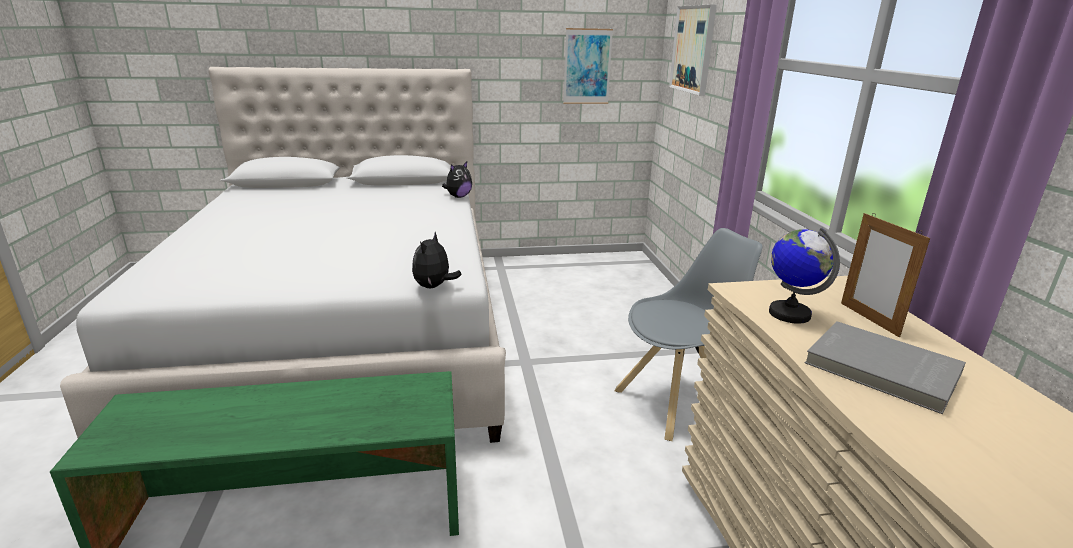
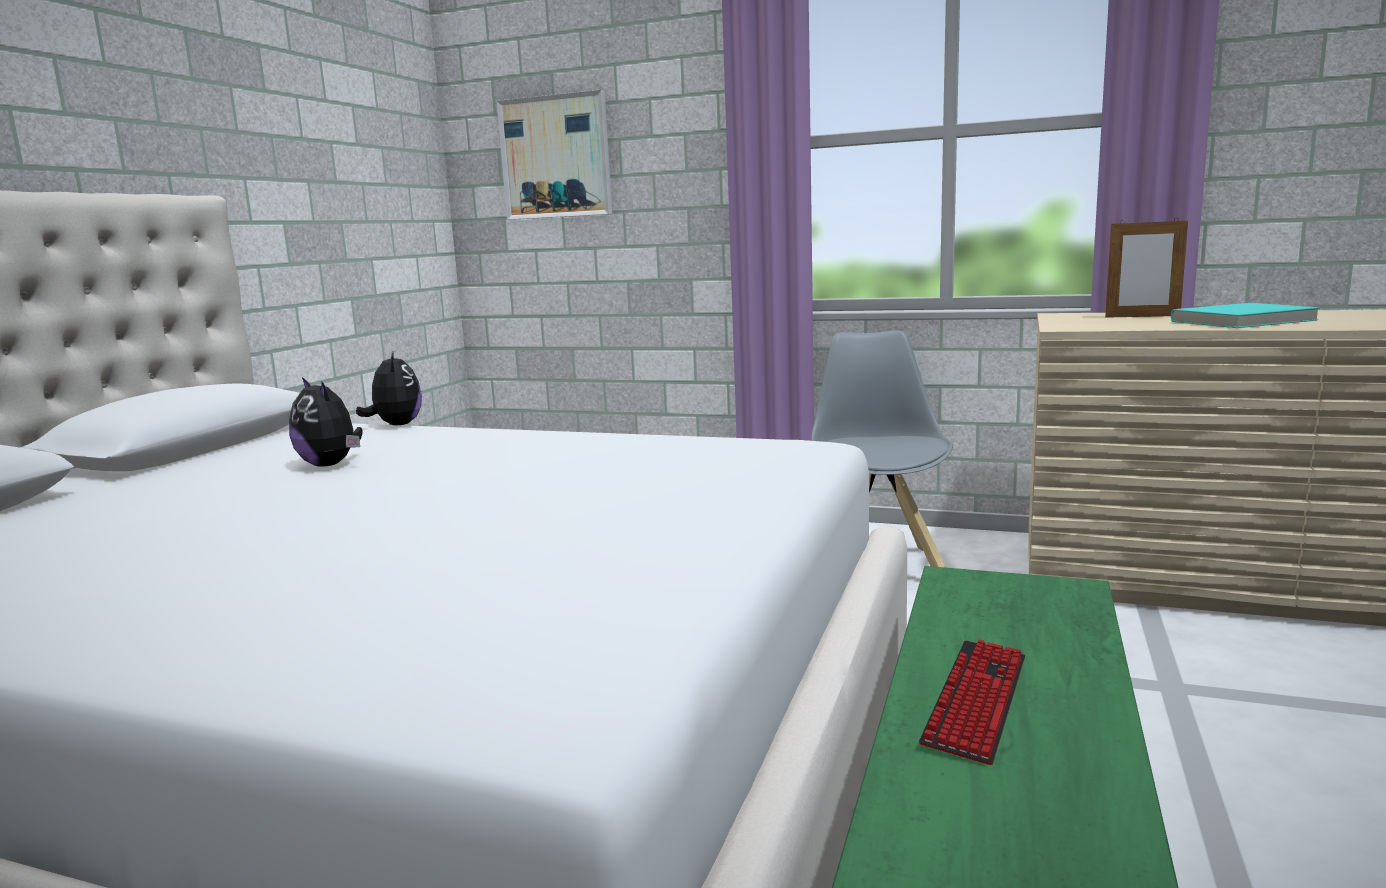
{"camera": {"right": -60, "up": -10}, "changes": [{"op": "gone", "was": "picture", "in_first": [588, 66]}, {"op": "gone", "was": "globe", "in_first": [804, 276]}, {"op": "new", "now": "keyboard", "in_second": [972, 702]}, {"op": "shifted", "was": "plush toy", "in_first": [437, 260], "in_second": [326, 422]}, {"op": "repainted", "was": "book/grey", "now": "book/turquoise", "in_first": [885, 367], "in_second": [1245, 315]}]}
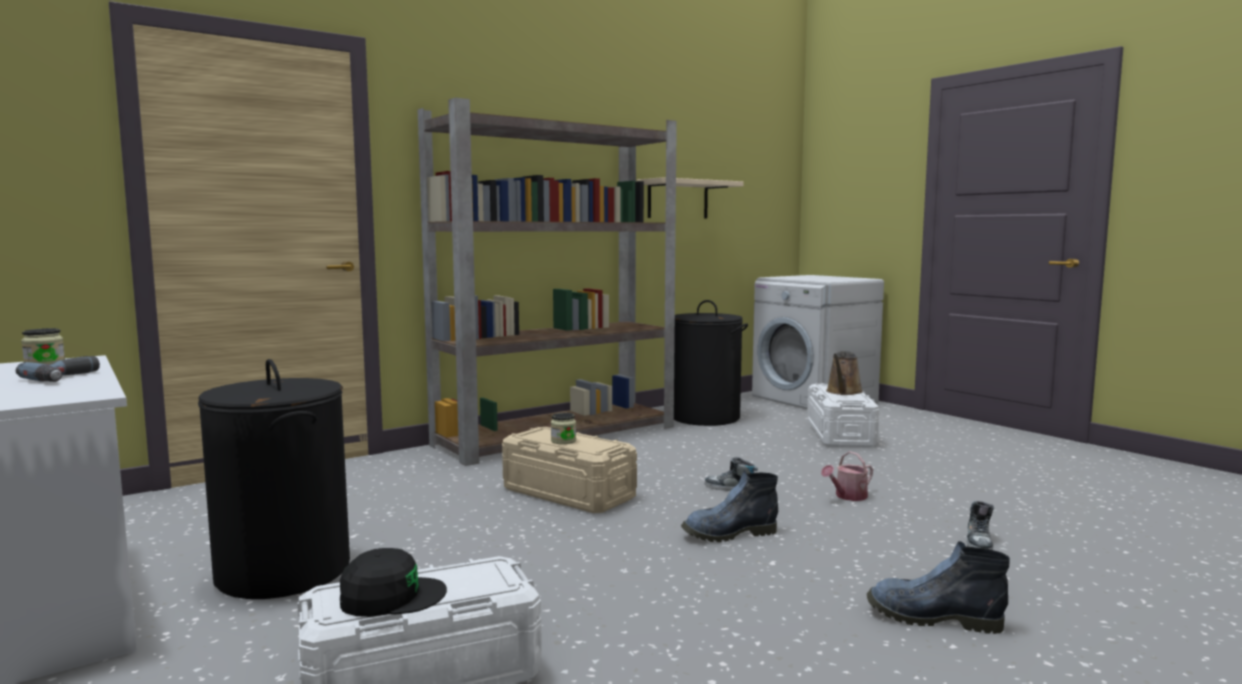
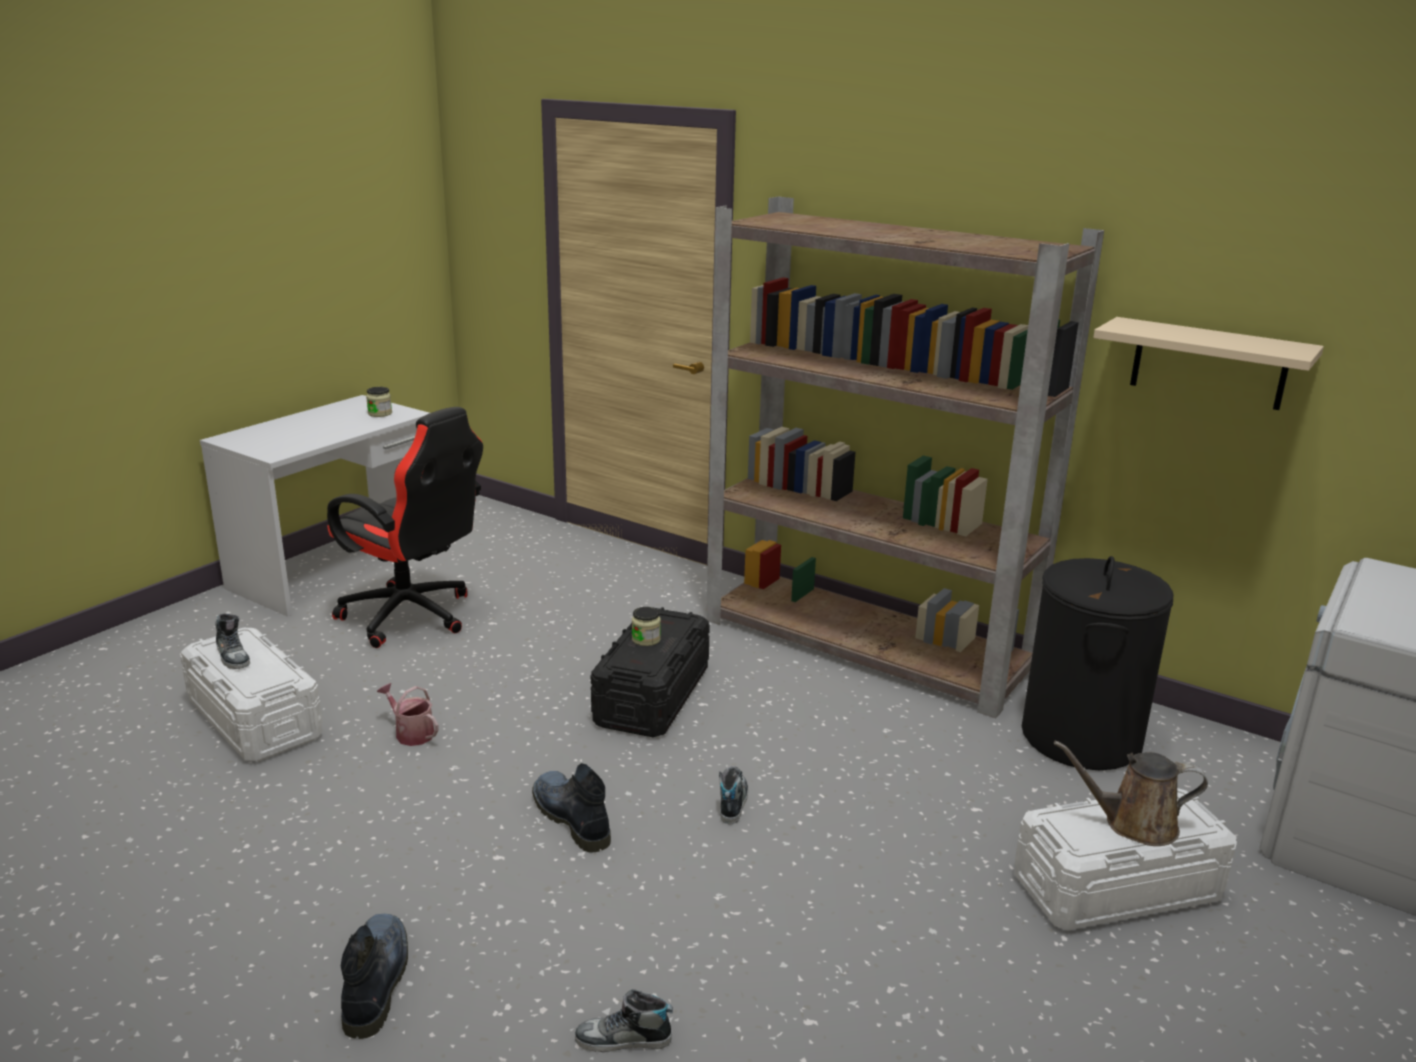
{"camera": {"right": 70, "up": 15}, "changes": [{"op": "gone", "was": "power drill", "in_first": [58, 369]}, {"op": "shifted", "was": "watering can", "in_first": [847, 476], "in_second": [408, 714]}, {"op": "swapped", "was": "laundry basket/black", "now": "office chair/black", "in_first": [274, 479], "in_second": [405, 527]}, {"op": "swapped", "was": "cap/black", "now": "shoe", "in_first": [393, 582], "in_second": [232, 641]}, {"op": "repainted", "was": "storage box/beige", "now": "storage box/black", "in_first": [569, 470], "in_second": [650, 672]}]}
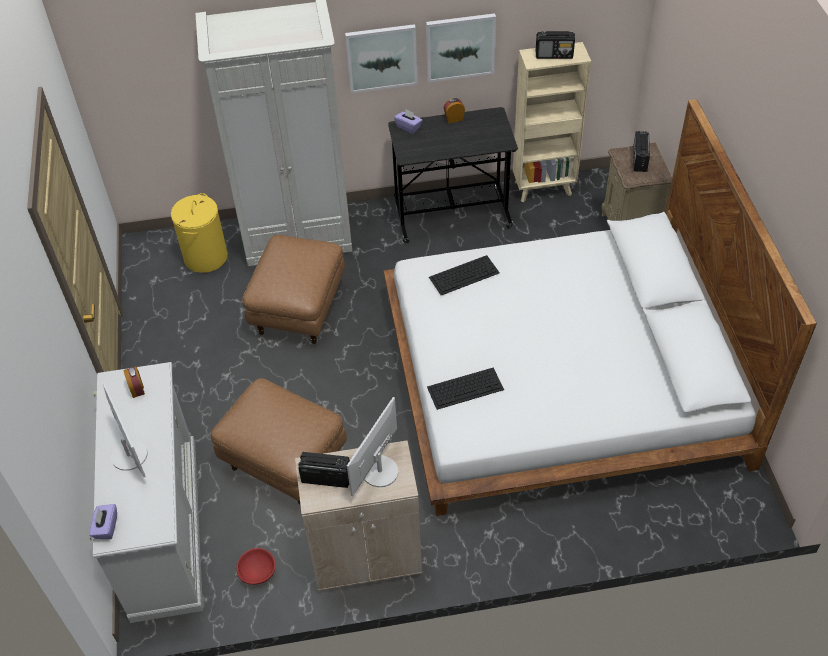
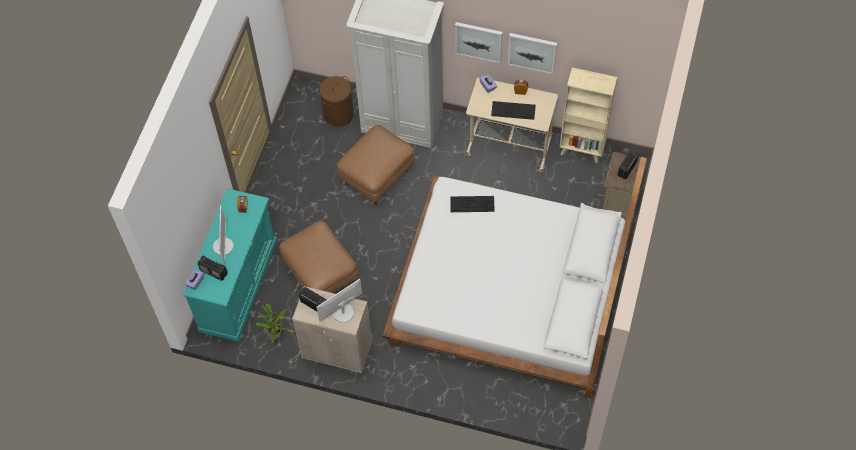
{"camera": {"right": 25, "up": 10}, "changes": [{"op": "shifted", "was": "keyboard", "in_first": [465, 388], "in_second": [513, 110]}, {"op": "shifted", "was": "radio", "in_first": [555, 45], "in_second": [212, 268]}, {"op": "swapped", "was": "bowl/red", "now": "potted plant", "in_first": [256, 566], "in_second": [275, 323]}, {"op": "repainted", "was": "dresser/white", "now": "dresser/turquoise", "in_first": [146, 492], "in_second": [230, 265]}, {"op": "repainted", "was": "laundry basket/yellow", "now": "laundry basket/brown", "in_first": [199, 233], "in_second": [337, 101]}, {"op": "repainted", "was": "desk/black", "now": "desk/beige", "in_first": [453, 175], "in_second": [512, 124]}]}
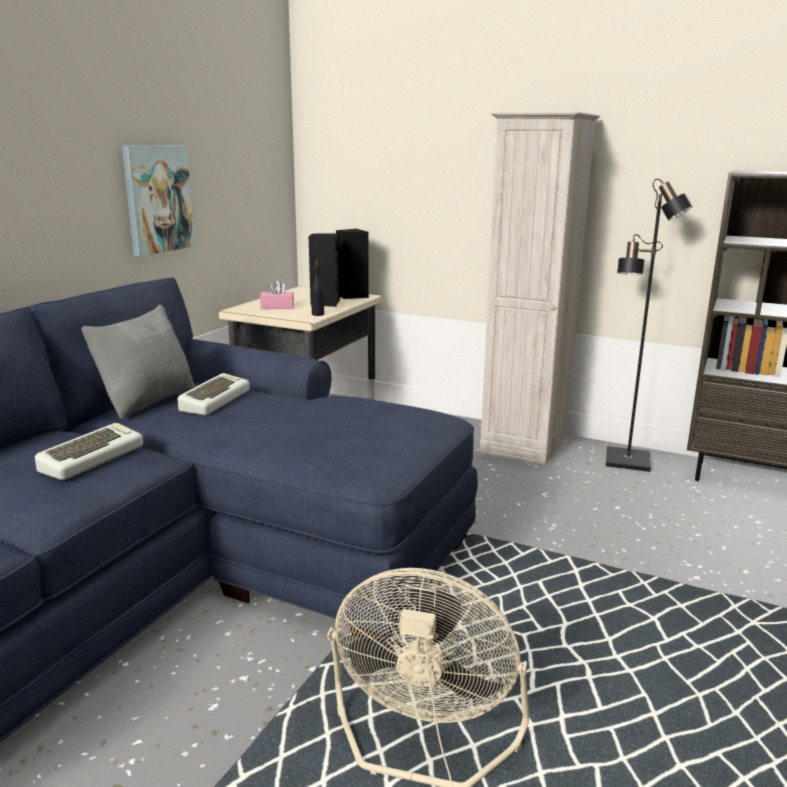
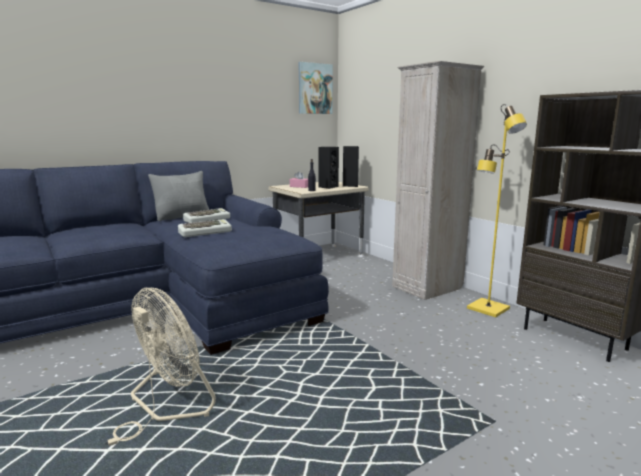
{"camera": {"right": 30, "up": -5}, "changes": [{"op": "shifted", "was": "keyboard", "in_first": [89, 451], "in_second": [205, 228]}, {"op": "shifted", "was": "picture", "in_first": [158, 201], "in_second": [316, 88]}, {"op": "repainted", "was": "floor lamp/black", "now": "floor lamp/yellow", "in_first": [649, 325], "in_second": [497, 210]}]}
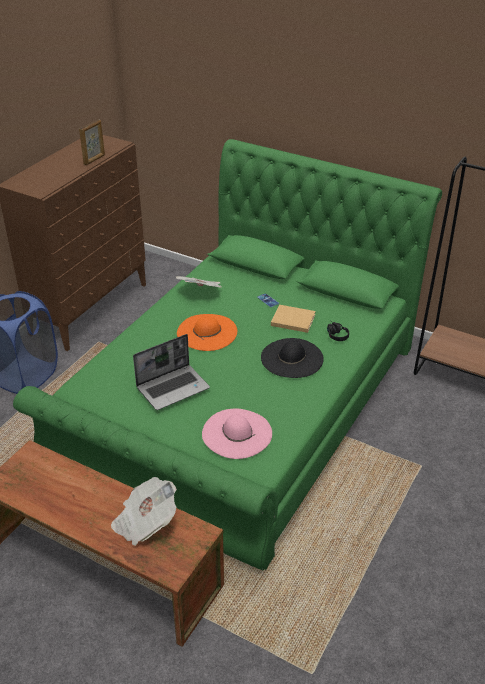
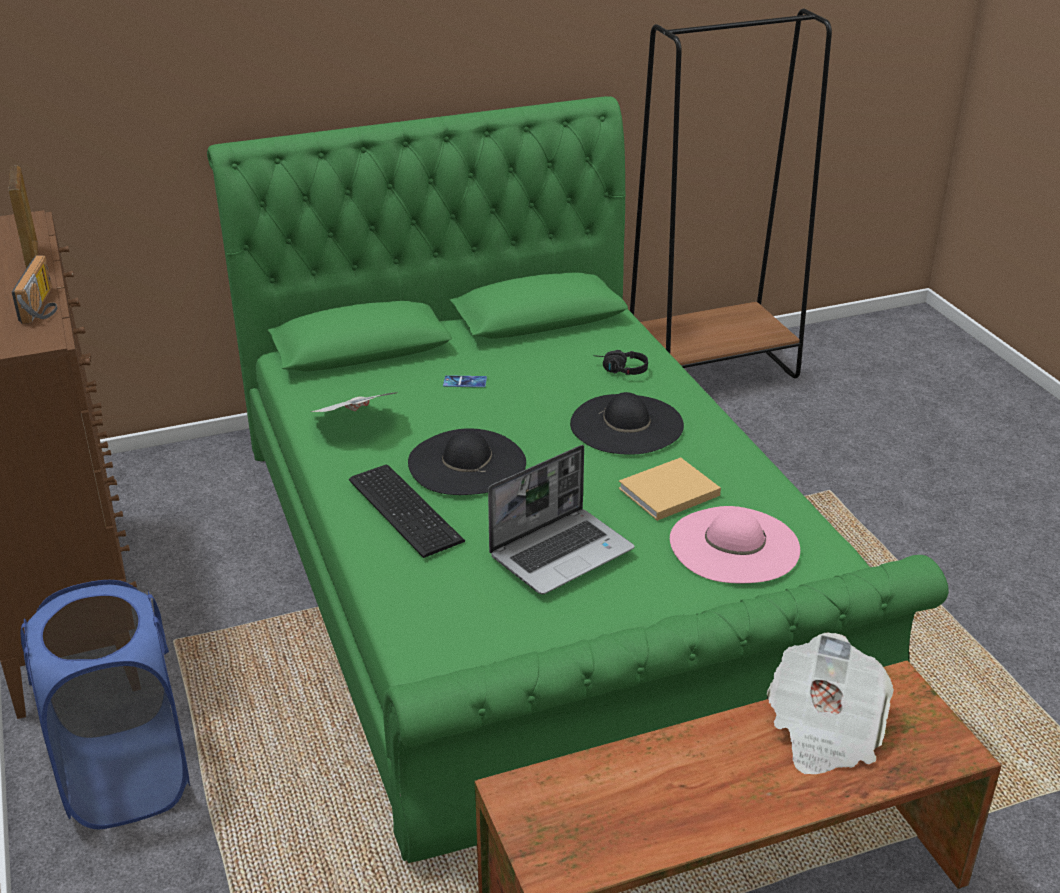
{"camera": {"right": -50, "up": -5}, "changes": [{"op": "new", "now": "radio", "in_second": [34, 290]}, {"op": "new", "now": "keyboard", "in_second": [407, 511]}, {"op": "shifted", "was": "book/beige", "in_first": [293, 319], "in_second": [669, 489]}, {"op": "repainted", "was": "hat/orange", "now": "hat/black", "in_first": [207, 332], "in_second": [467, 461]}, {"op": "rotated", "was": "laptop", "in_first": [171, 372], "in_second": [561, 519], "clockwise": 45}]}
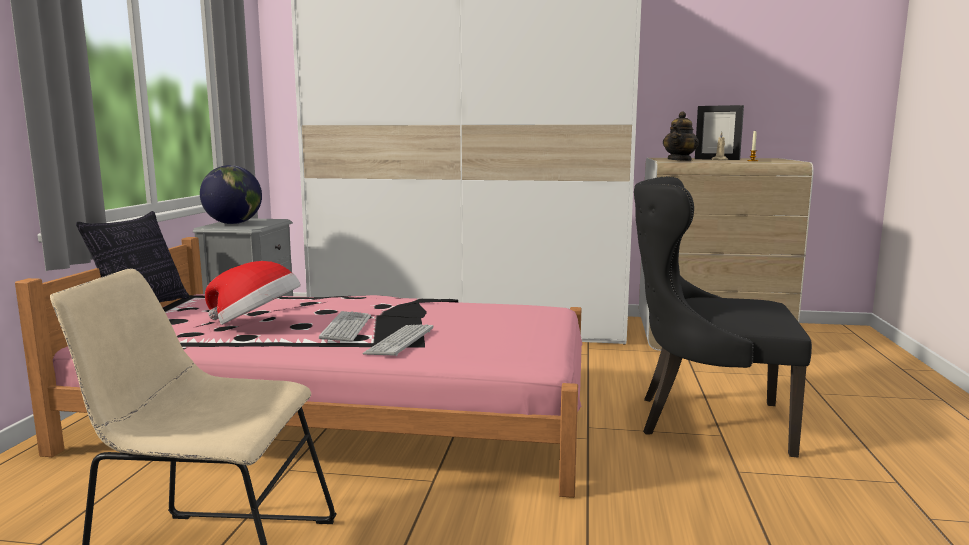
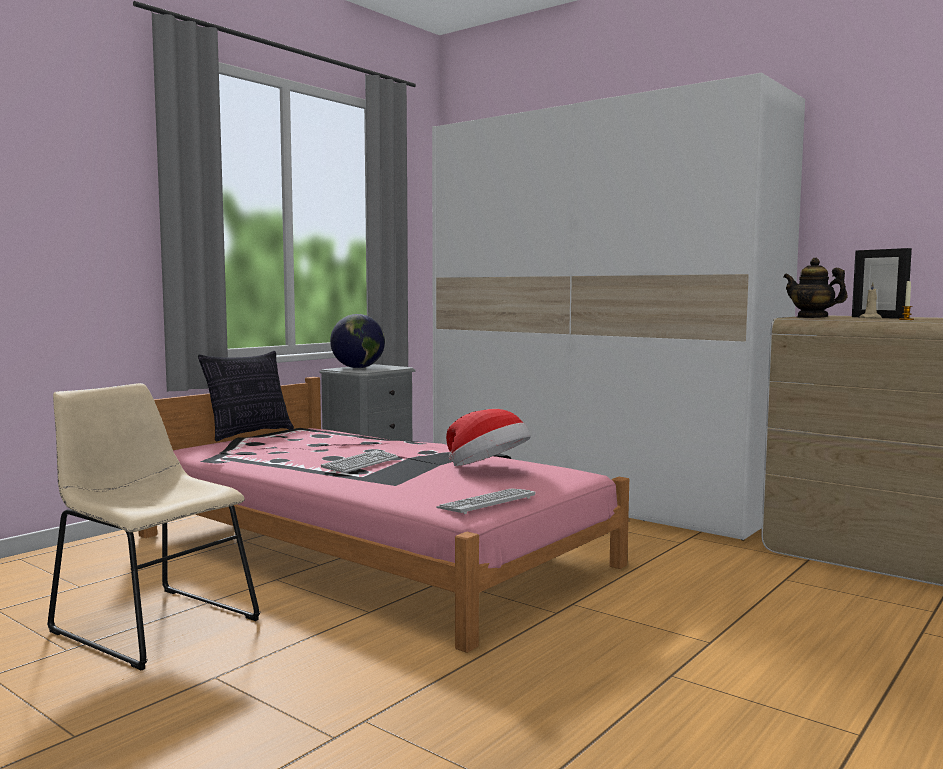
{"camera": {"right": 30, "up": -5}, "changes": [{"op": "gone", "was": "chair/black", "in_first": [723, 317]}, {"op": "shifted", "was": "hat", "in_first": [253, 293], "in_second": [488, 437]}, {"op": "shifted", "was": "keyboard", "in_first": [397, 340], "in_second": [485, 501]}, {"op": "rotated", "was": "teapot", "in_first": [681, 136], "in_second": [815, 288], "clockwise": 75}]}
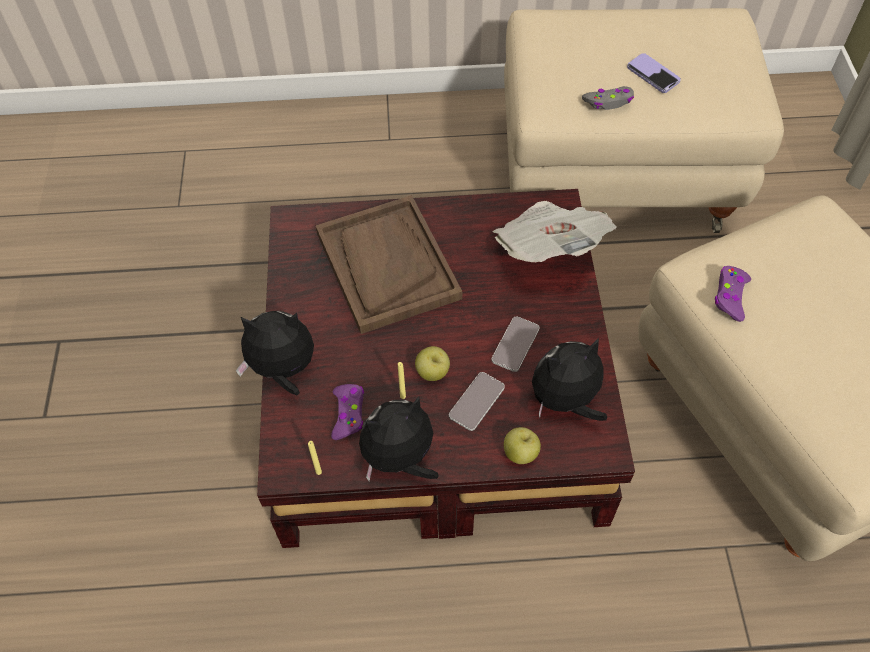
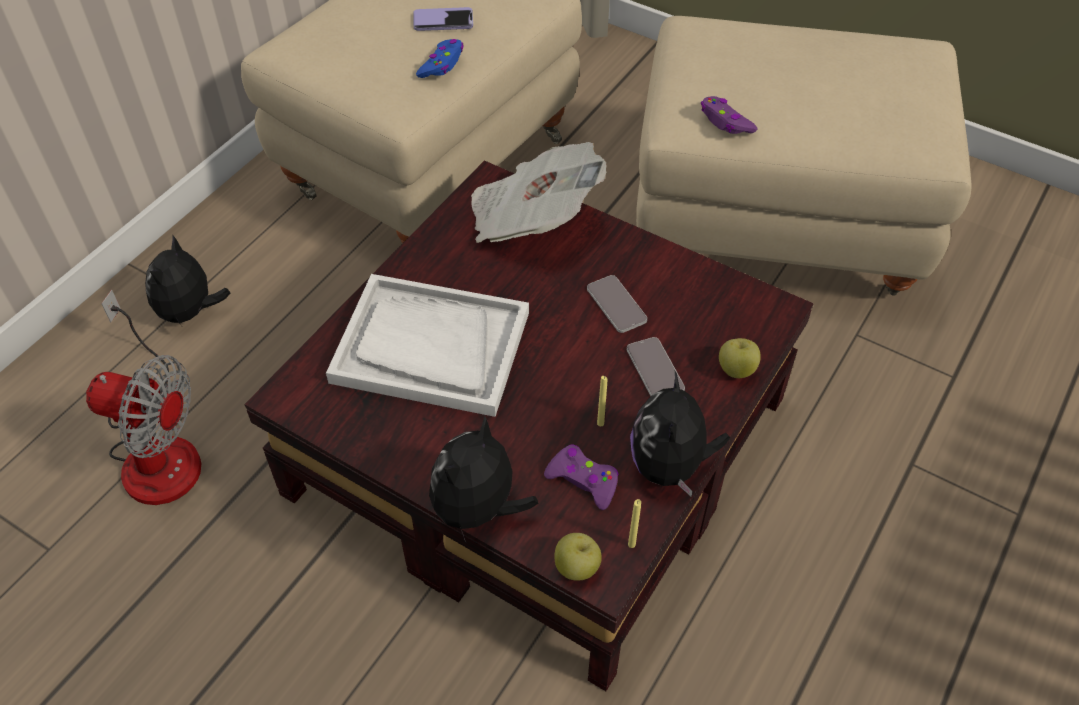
{"camera": {"right": -55, "up": -5}, "changes": [{"op": "new", "now": "fan", "in_second": [143, 397]}, {"op": "shifted", "was": "apple", "in_first": [432, 363], "in_second": [578, 557]}, {"op": "shifted", "was": "plush toy", "in_first": [569, 379], "in_second": [187, 282]}, {"op": "repainted", "was": "tray/brown", "now": "tray/white", "in_first": [389, 264], "in_second": [427, 345]}, {"op": "repainted", "was": "game controller/grey", "now": "game controller/blue", "in_first": [608, 98], "in_second": [440, 58]}]}
